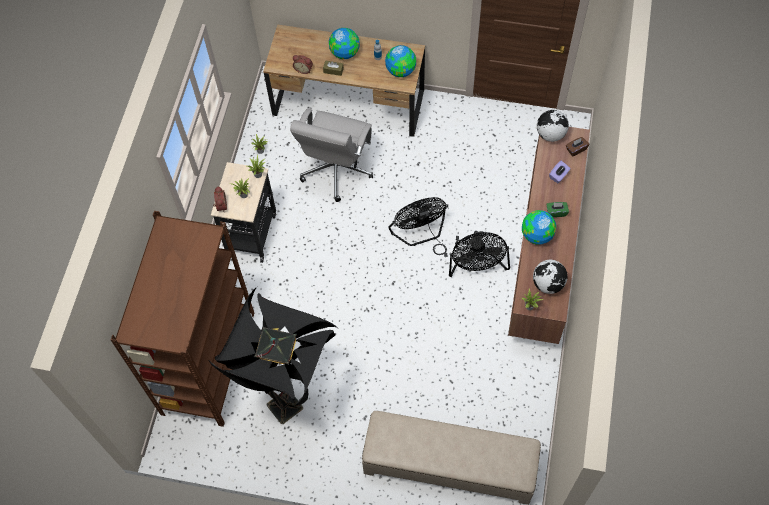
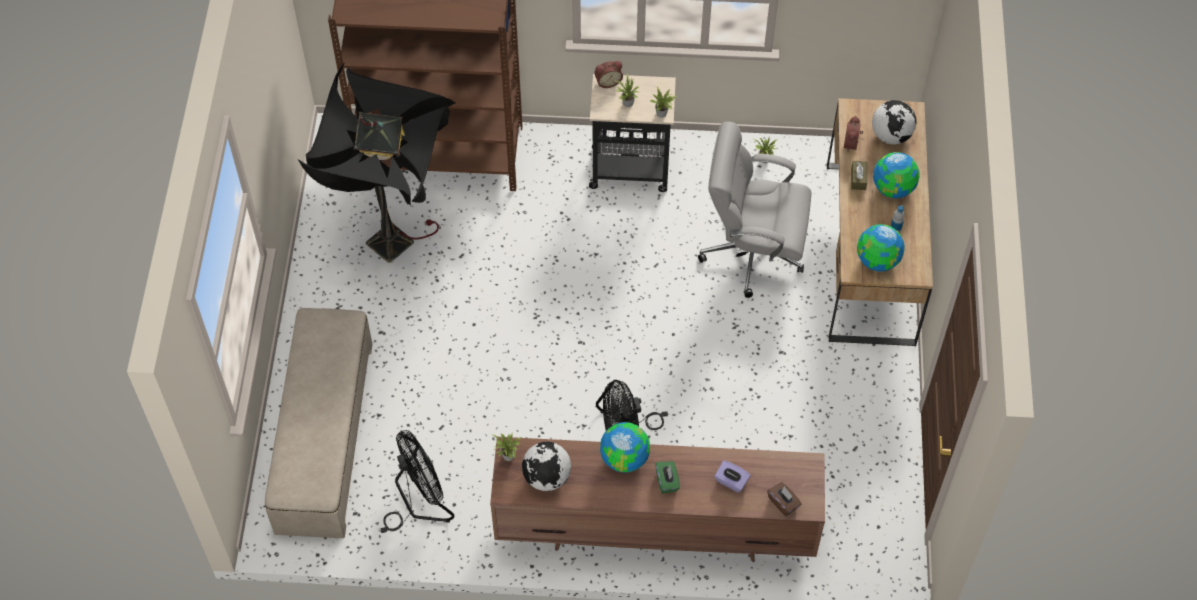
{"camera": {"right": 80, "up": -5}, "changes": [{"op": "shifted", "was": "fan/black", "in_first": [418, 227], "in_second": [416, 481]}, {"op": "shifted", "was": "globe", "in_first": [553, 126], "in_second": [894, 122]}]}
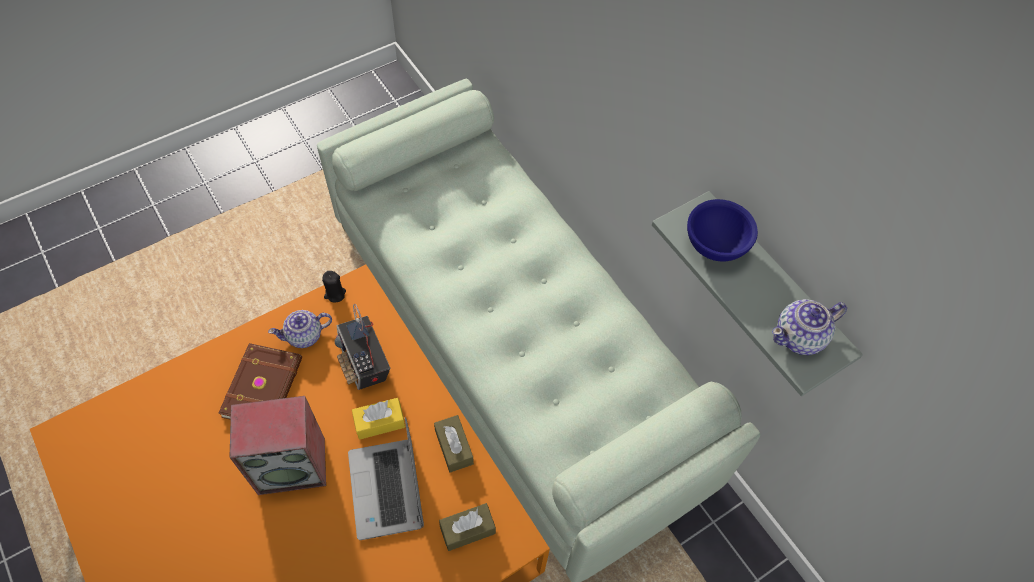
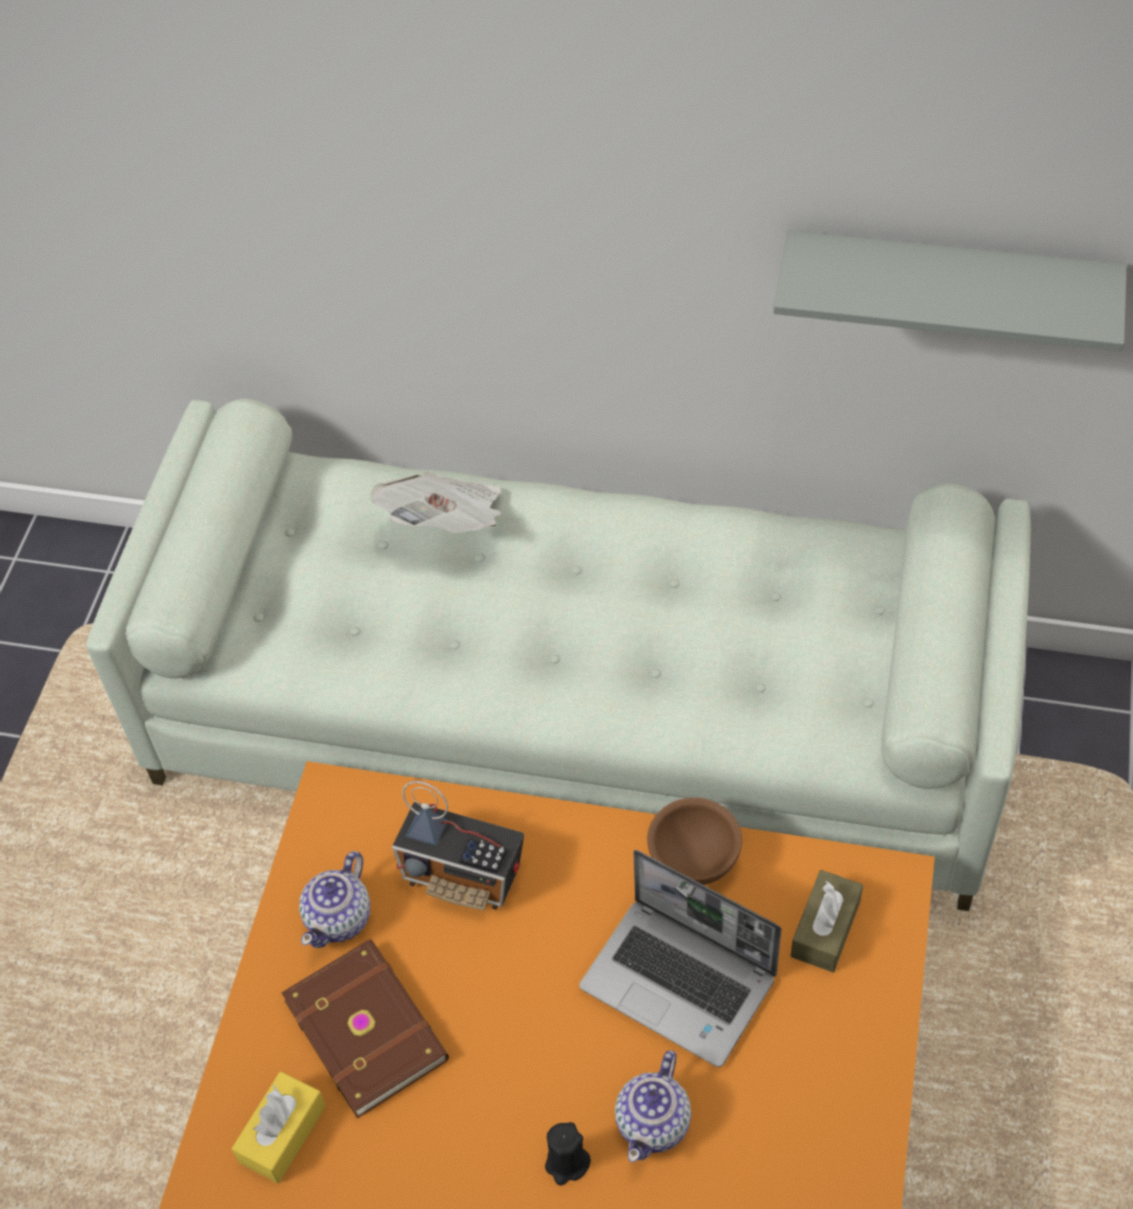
{"camera": {"right": -40, "up": -5}, "changes": [{"op": "gone", "was": "speaker", "in_first": [277, 445]}, {"op": "gone", "was": "bowl/blue", "in_first": [722, 230]}, {"op": "new", "now": "newspaper", "in_second": [436, 502]}, {"op": "shifted", "was": "candle/black", "in_first": [334, 286], "in_second": [568, 1154]}, {"op": "shifted", "was": "tissue box/yellow", "in_first": [378, 419], "in_second": [278, 1127]}, {"op": "shifted", "was": "teapot", "in_first": [809, 327], "in_second": [653, 1106]}, {"op": "swapped", "was": "tissue box/brown", "now": "bowl/brown", "in_first": [454, 443], "in_second": [694, 841]}]}
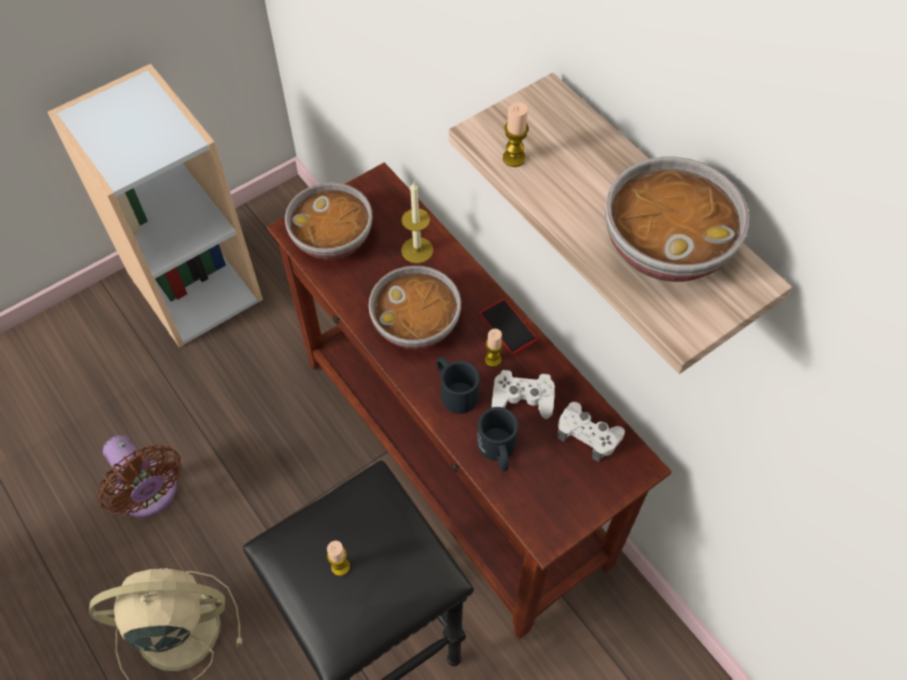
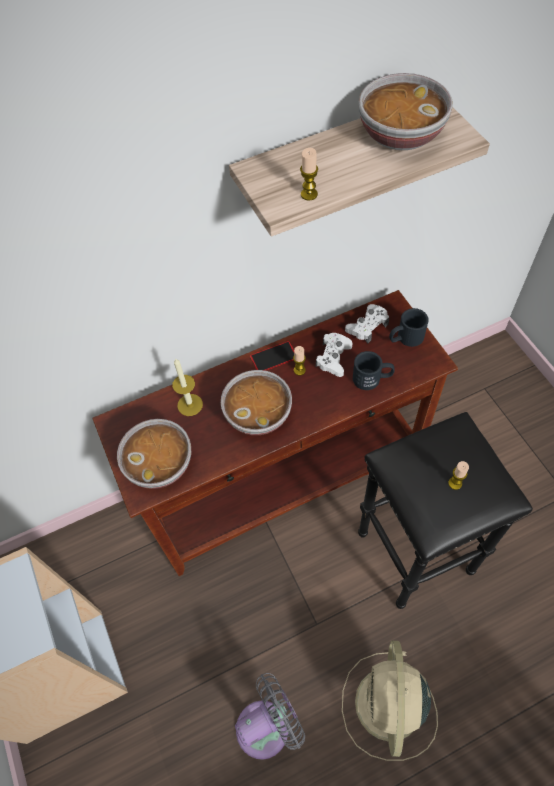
{"camera": {"right": -75, "up": 0}, "changes": [{"op": "shifted", "was": "mug/black", "in_first": [458, 385], "in_second": [409, 327]}, {"op": "repainted", "was": "fan/brown", "now": "fan/grey", "in_first": [140, 476], "in_second": [270, 716]}]}
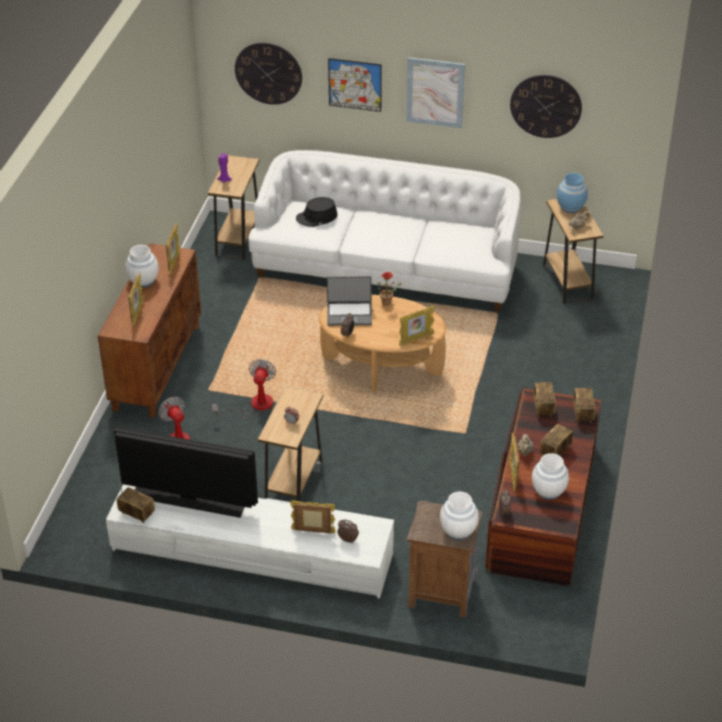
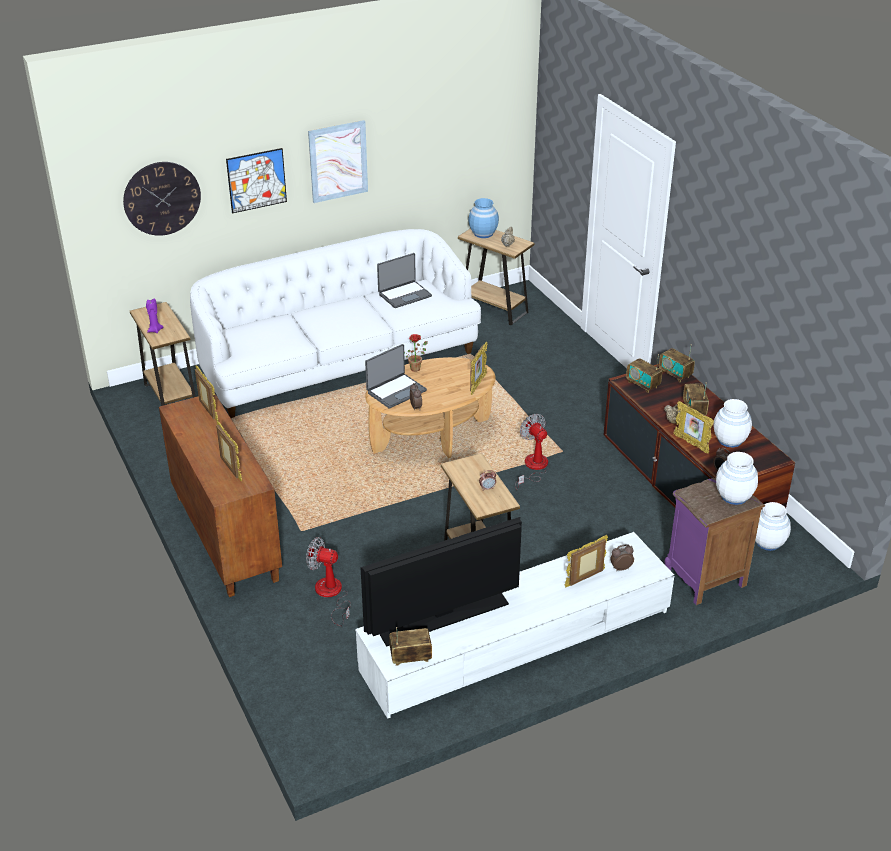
{"camera": {"right": -40, "up": -5}, "changes": [{"op": "gone", "was": "hat/black", "in_first": [317, 212]}, {"op": "gone", "was": "wall clock", "in_first": [546, 106]}, {"op": "new", "now": "laptop", "in_second": [404, 280]}, {"op": "shifted", "was": "vase/white", "in_first": [142, 266], "in_second": [773, 526]}, {"op": "shifted", "was": "fan", "in_first": [244, 388], "in_second": [531, 452]}, {"op": "repainted", "was": "nightstand/grey", "now": "nightstand/purple", "in_first": [444, 559], "in_second": [715, 541]}]}
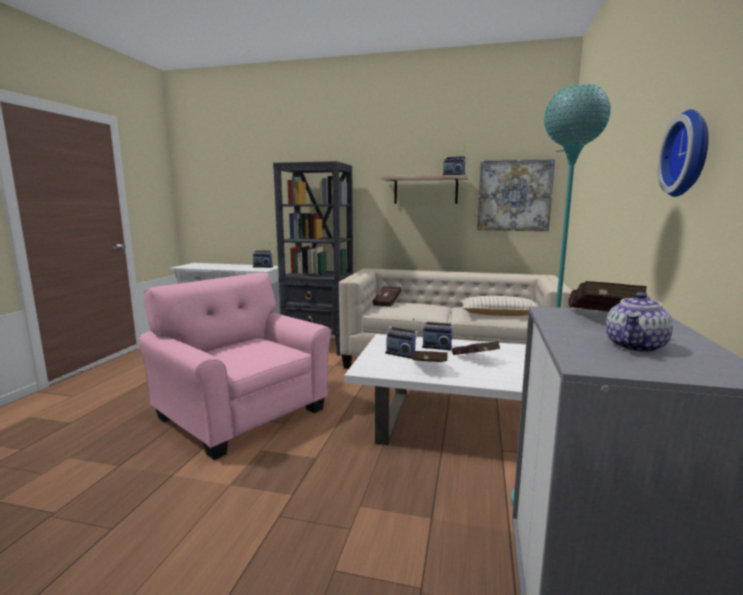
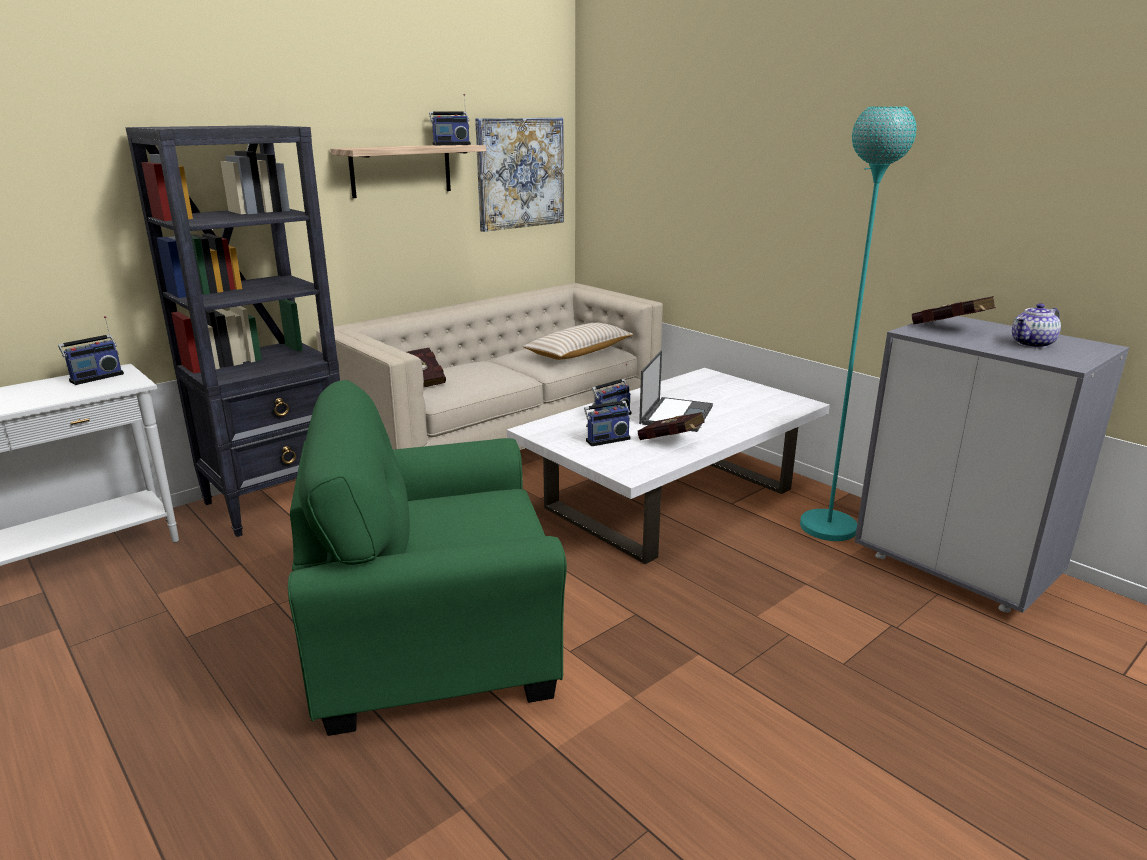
{"camera": {"right": -55, "up": 10}, "changes": [{"op": "gone", "was": "wall clock", "in_first": [683, 153]}, {"op": "swapped", "was": "book/red", "now": "laptop", "in_first": [476, 348], "in_second": [676, 391]}, {"op": "repainted", "was": "armchair/pink", "now": "armchair/green", "in_first": [235, 366], "in_second": [427, 558]}, {"op": "rotated", "was": "teapot", "in_first": [639, 322], "in_second": [1036, 325], "clockwise": 75}]}
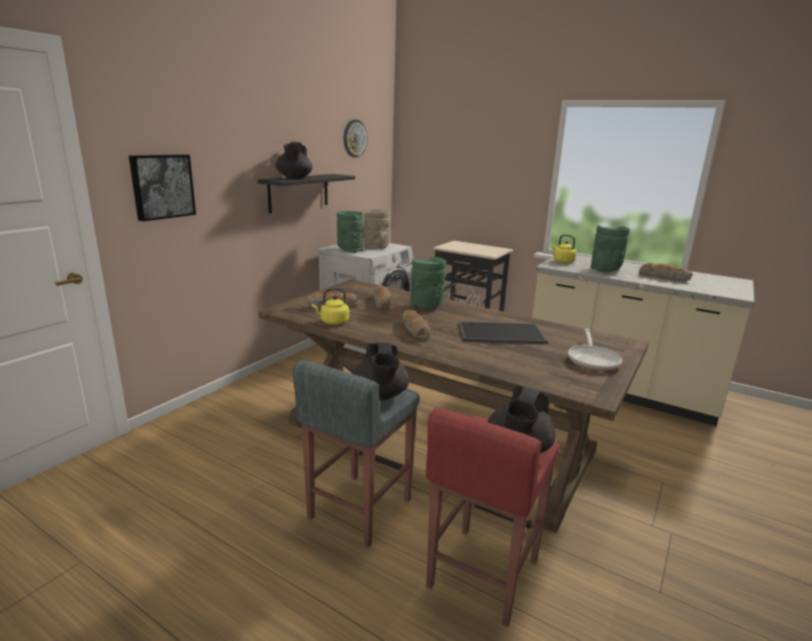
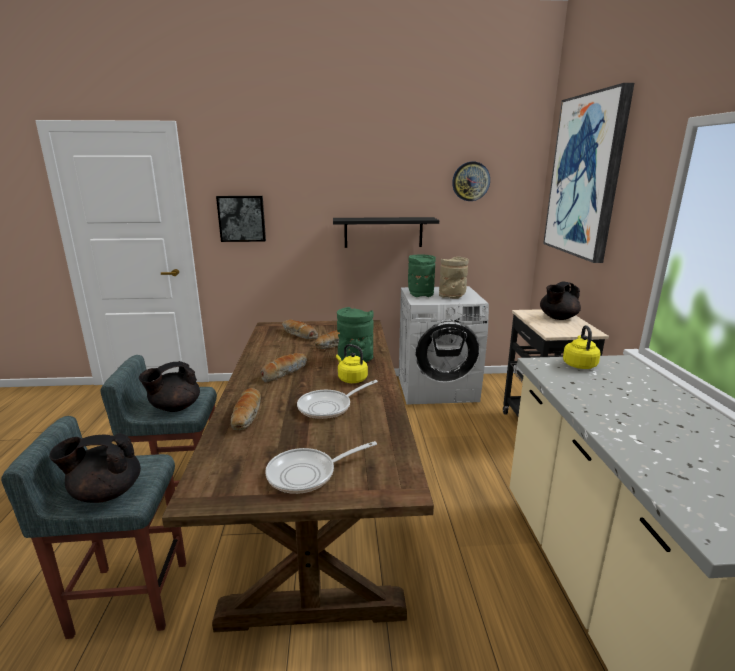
{"camera": {"right": 55, "up": 0}, "changes": [{"op": "gone", "was": "vase/green", "in_first": [610, 248]}, {"op": "new", "now": "picture", "in_second": [588, 173]}, {"op": "shifted", "was": "teapot/black", "in_first": [294, 160], "in_second": [560, 300]}, {"op": "shifted", "was": "kettle/yellow", "in_first": [330, 306], "in_second": [352, 363]}, {"op": "shifted", "was": "bread", "in_first": [666, 272], "in_second": [246, 409]}, {"op": "swapped", "was": "tray", "now": "frying pan", "in_first": [503, 332], "in_second": [337, 399]}, {"op": "repainted", "was": "stool/red", "now": "stool/grey", "in_first": [493, 517], "in_second": [93, 527]}]}
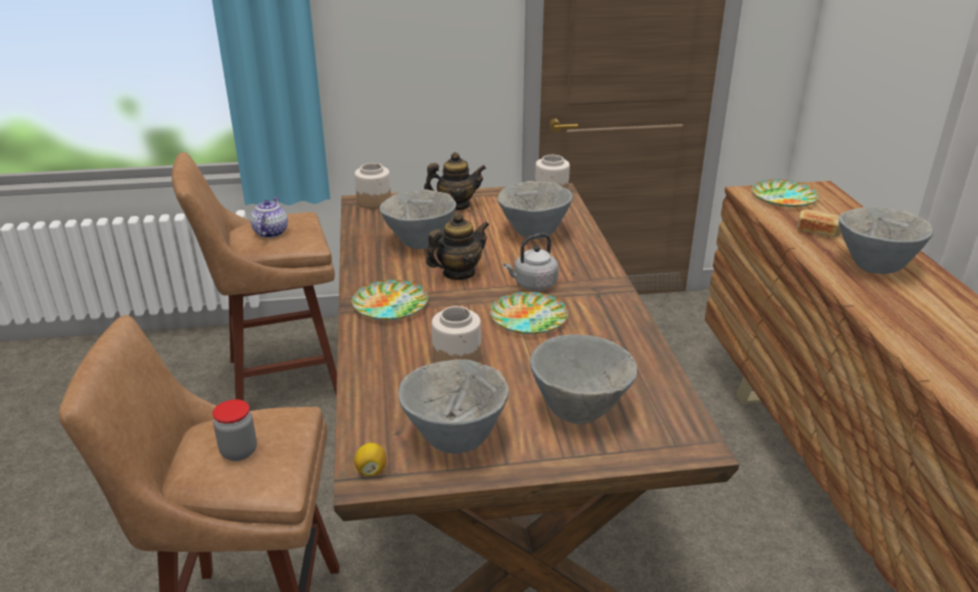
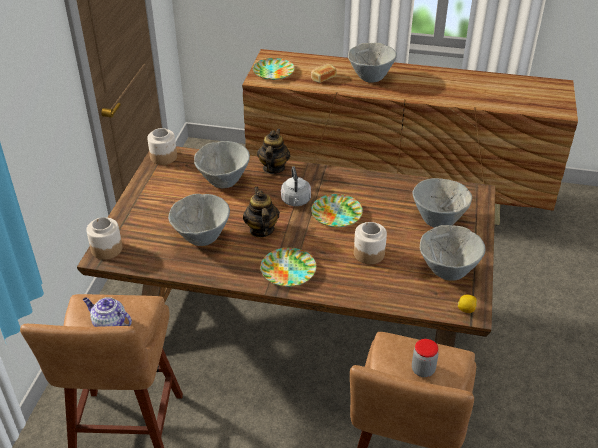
{"camera": {"right": -70, "up": 10}, "changes": [{"op": "shifted", "was": "teapot", "in_first": [455, 181], "in_second": [273, 151]}]}
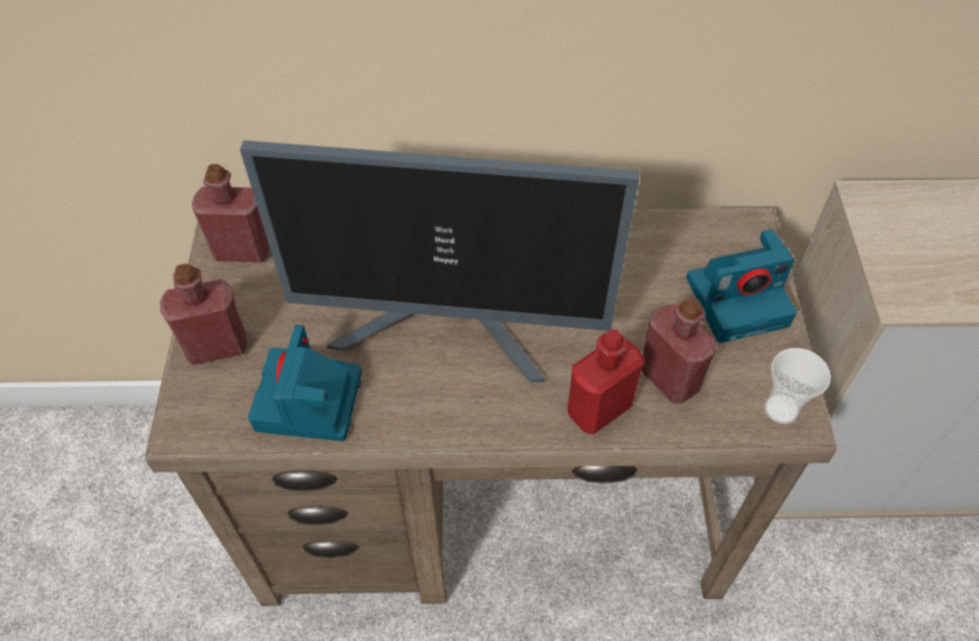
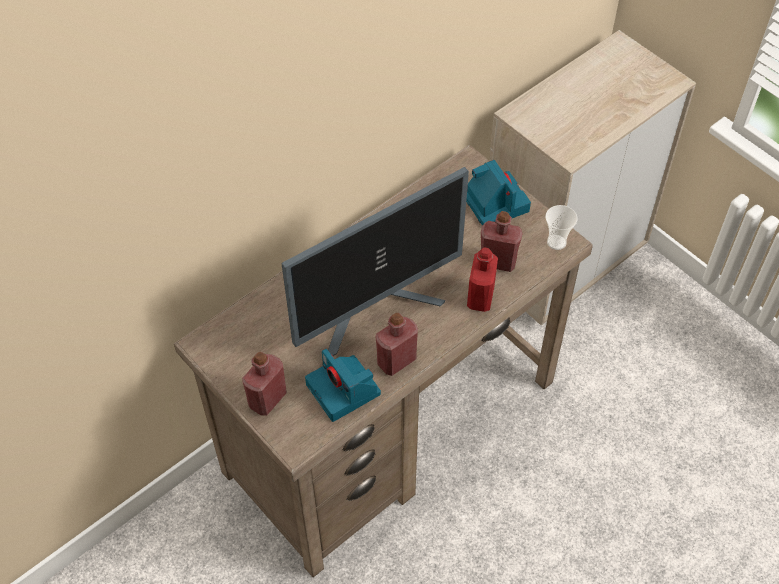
{"camera": {"right": -40, "up": 0}, "changes": [{"op": "shifted", "was": "bottle/red", "in_first": [230, 213], "in_second": [397, 344]}, {"op": "rotated", "was": "photo camera", "in_first": [741, 286], "in_second": [498, 192], "clockwise": -60}]}
